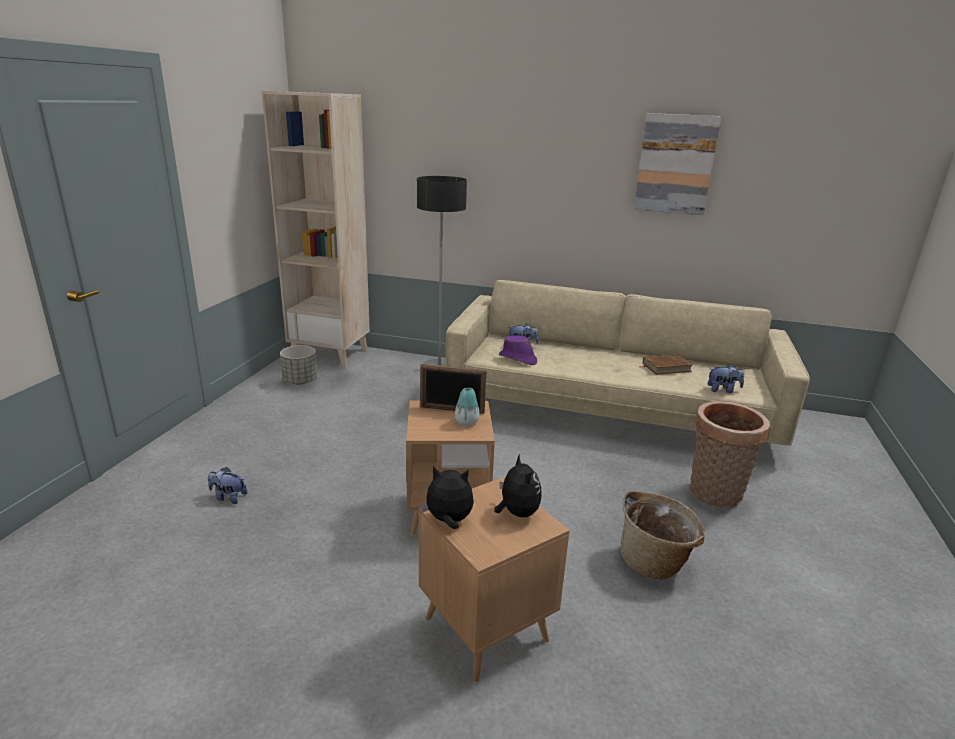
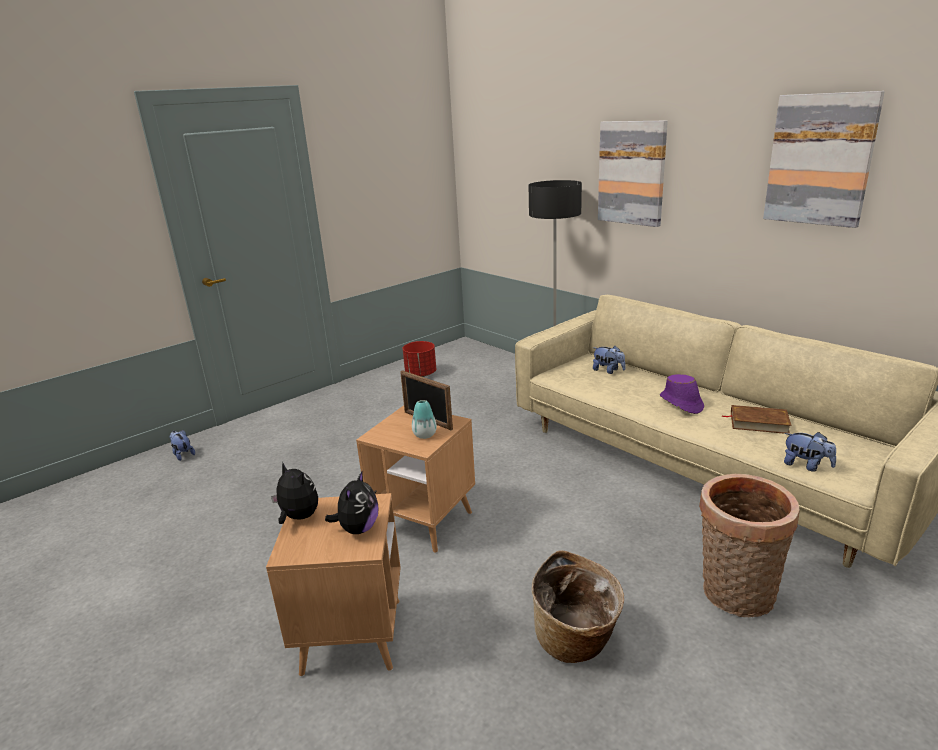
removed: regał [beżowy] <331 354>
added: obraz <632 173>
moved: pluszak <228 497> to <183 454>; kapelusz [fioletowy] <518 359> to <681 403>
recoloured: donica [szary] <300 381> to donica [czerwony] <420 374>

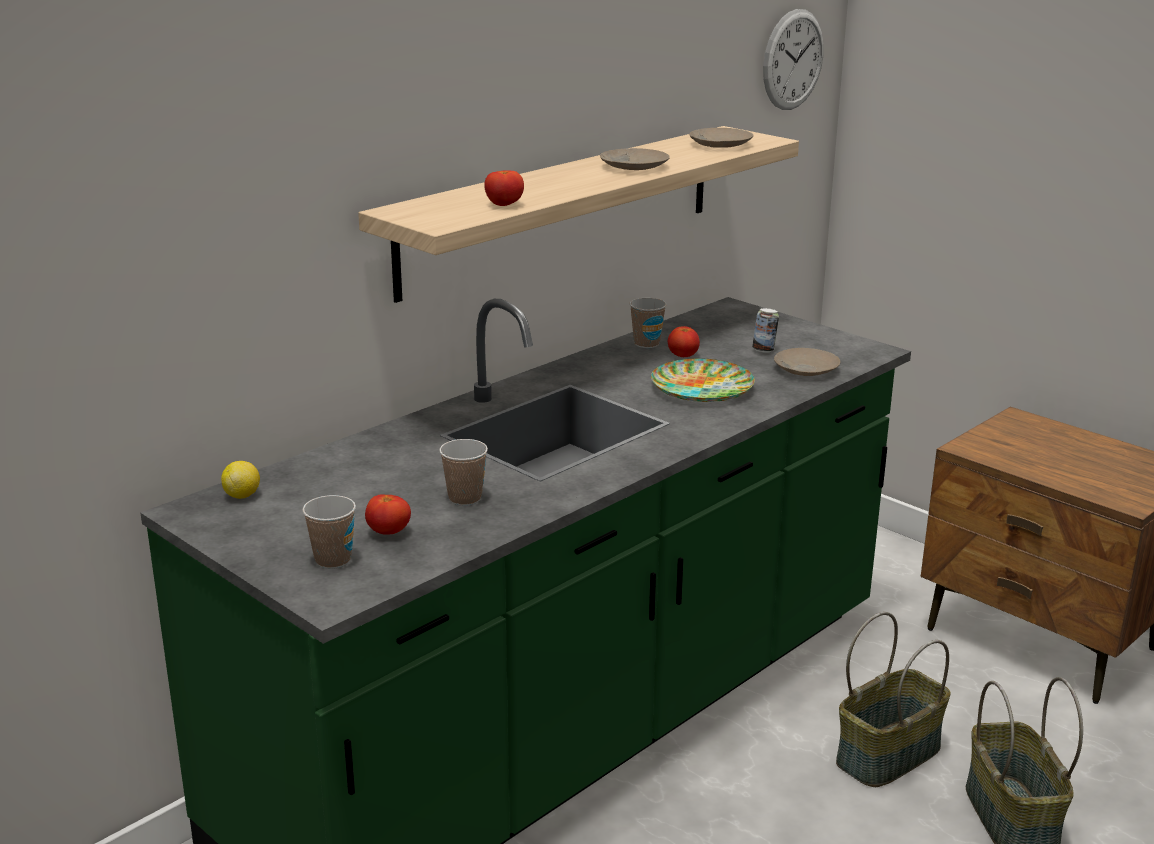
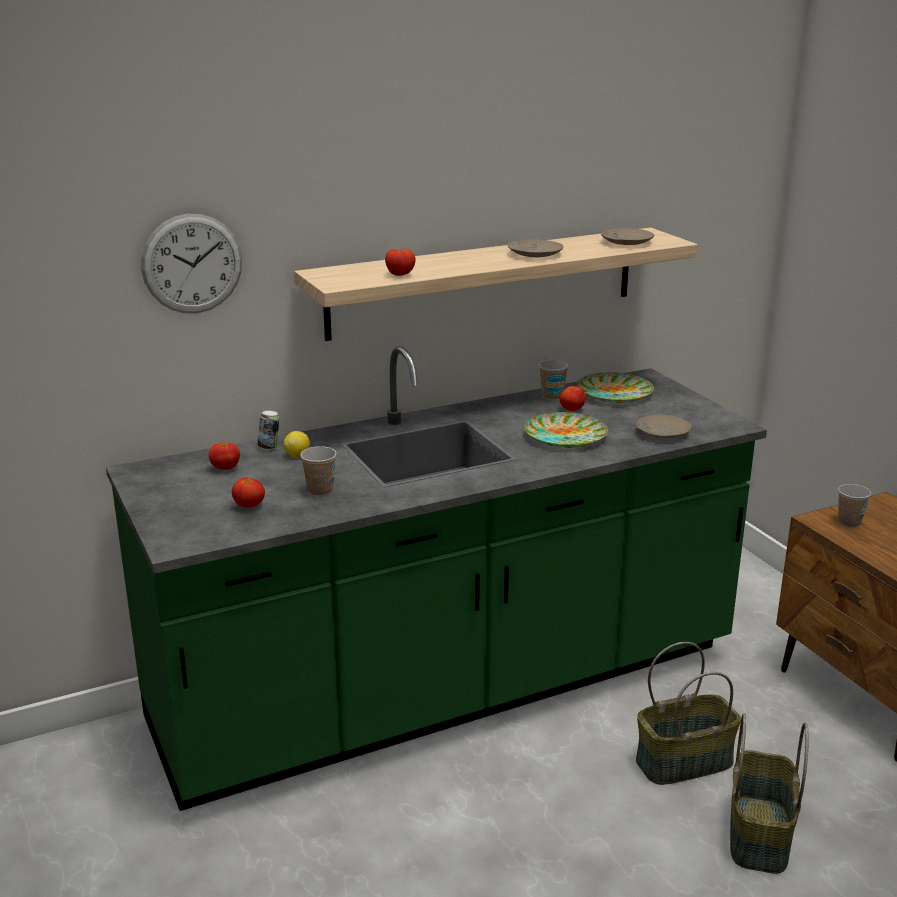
added: pomidor <225 468>; talerz <615 393>
moved: cytryna <242 495> to <297 456>; filiżanka <333 560> to <849 523>; puszka <764 350> to <269 447>; zegar ścienny <793 60> to <192 264>

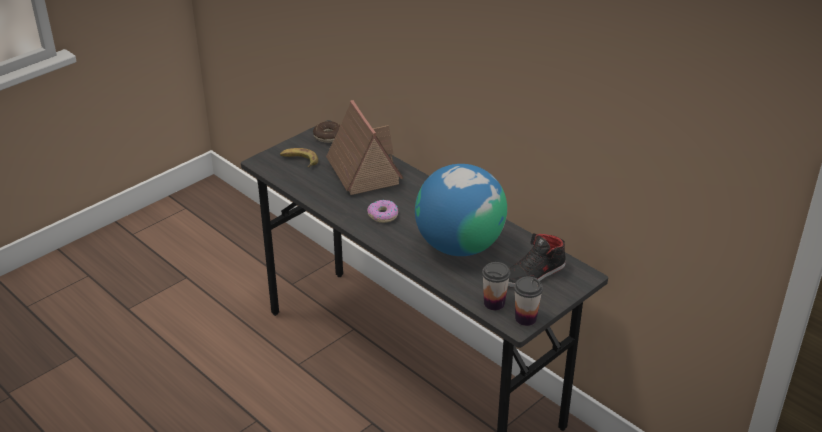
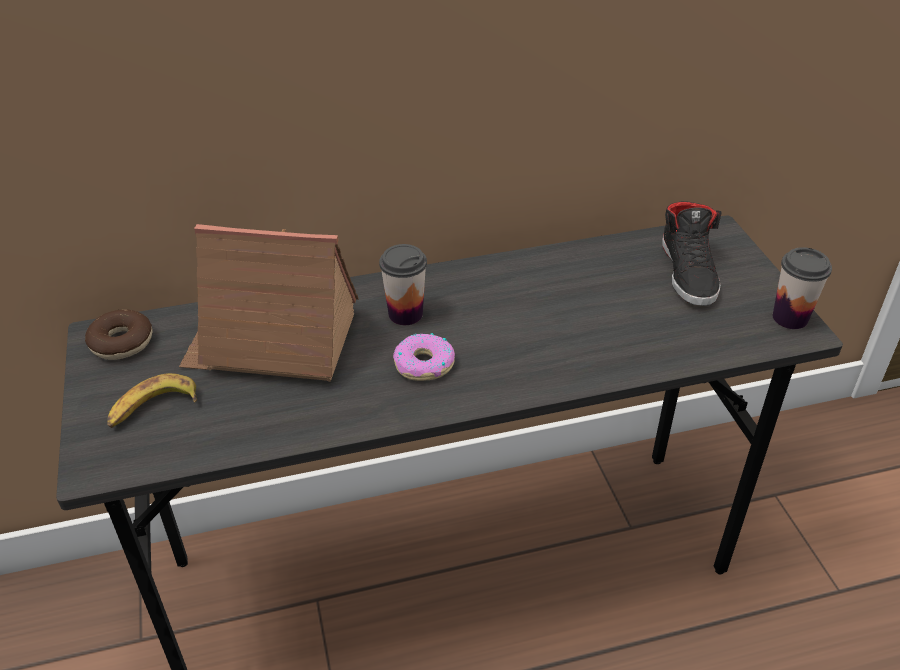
removed: globus <459 245>
moved: filiżanka <494 303> to <405 314>

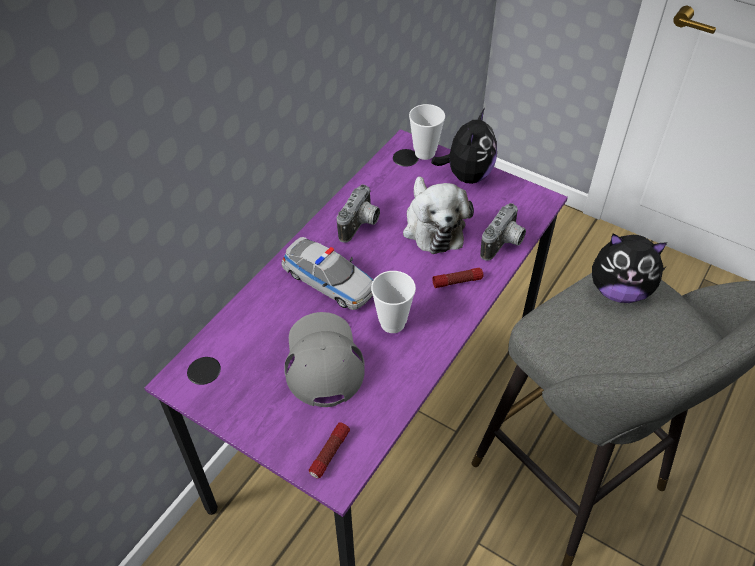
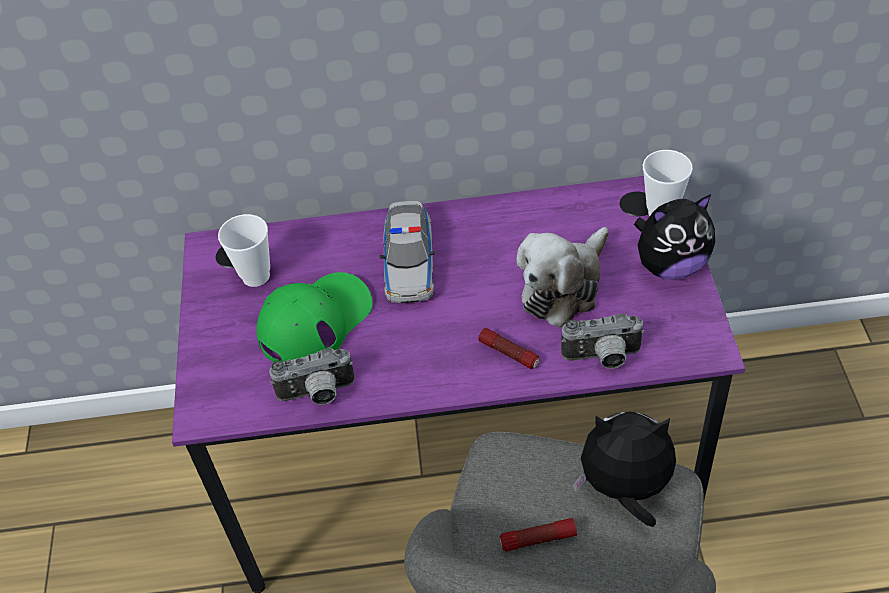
moved: latarka <329 454> to <538 539>; aparat fotograficzny <361 225> to <317 394>; filiżanka <392 323> to <256 276>
recoloured: czapka z daszkiem [szary] <323 360> to czapka z daszkiem [zielony] <315 320>
turned: pluszak <618 290> = <625 489> 120 degrees clockwise

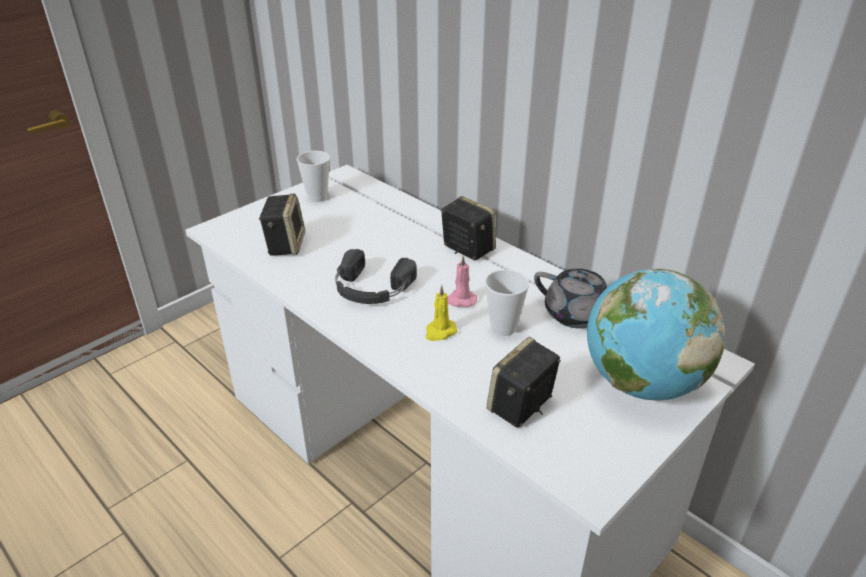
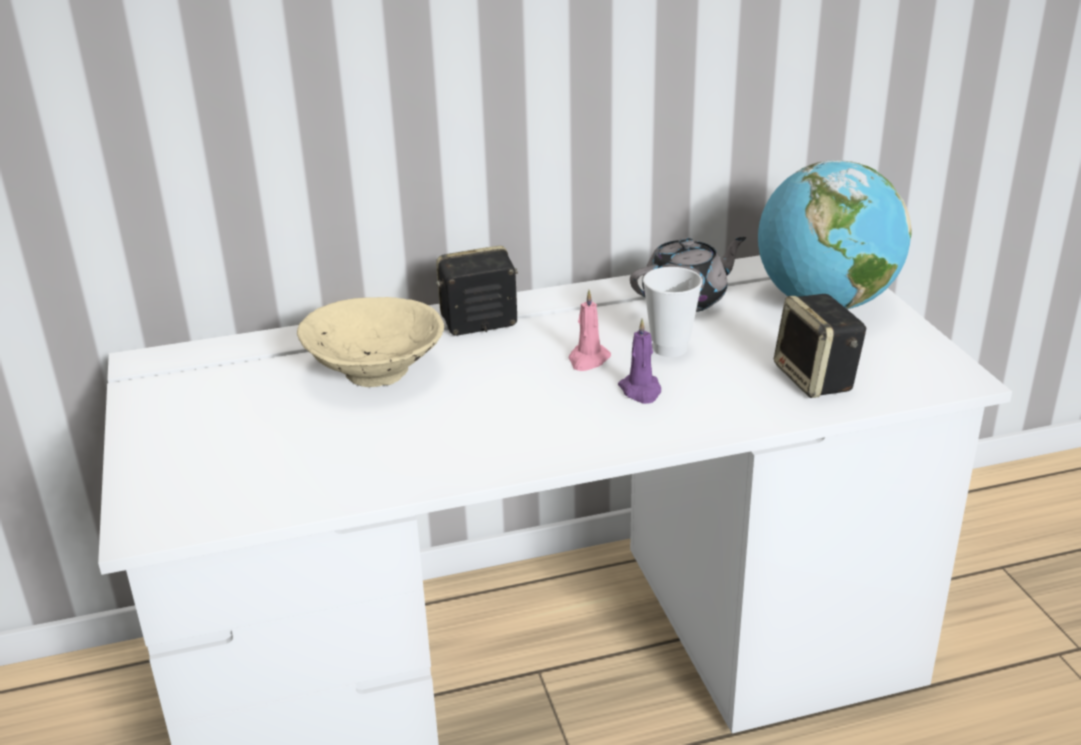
removed: głośnik <285 244>; filiżanka <317 197>; słuchawki [czarny] <371 288>
added: miska [beżowy] <374 372>
recoloured: świeca [żółty] <440 332> to świeca [fioletowy] <641 391>

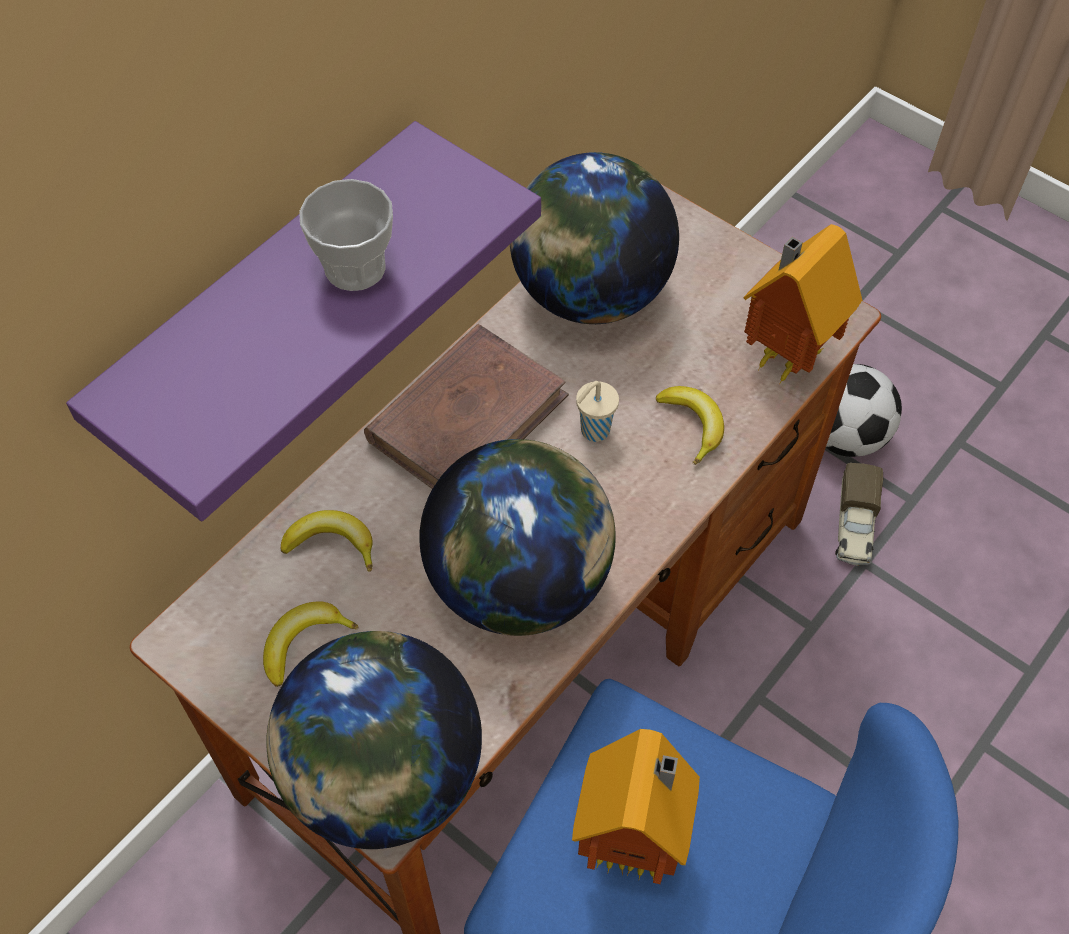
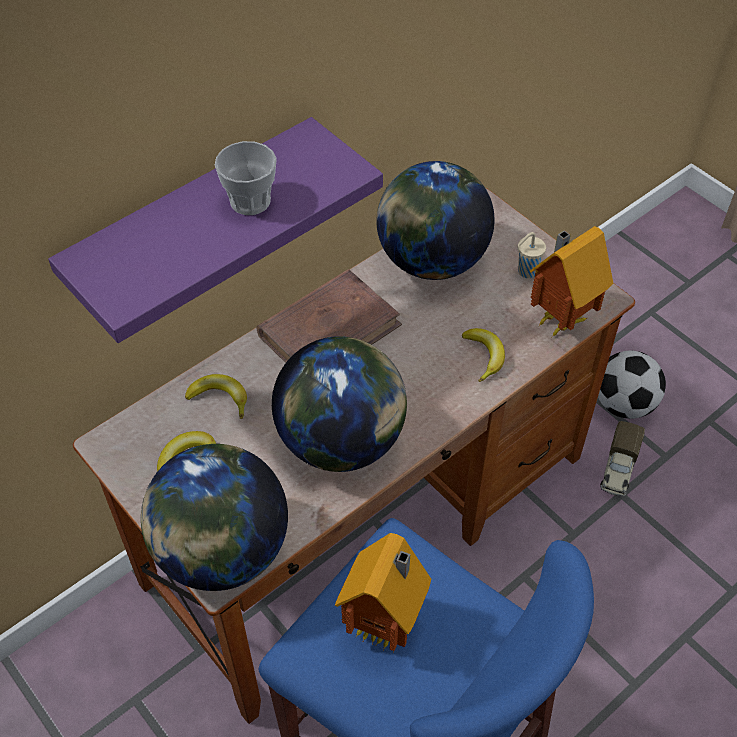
moved: filiżanka [beżowy] <593 431> to <526 272>

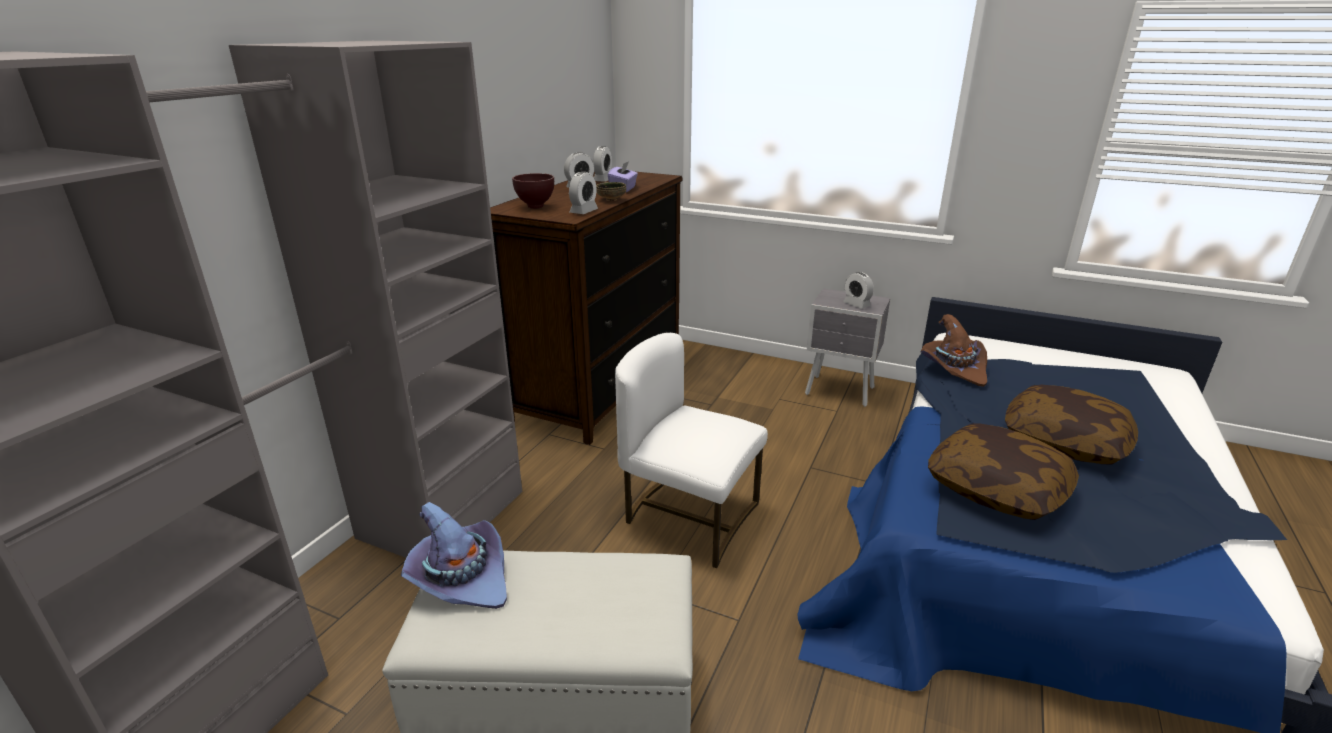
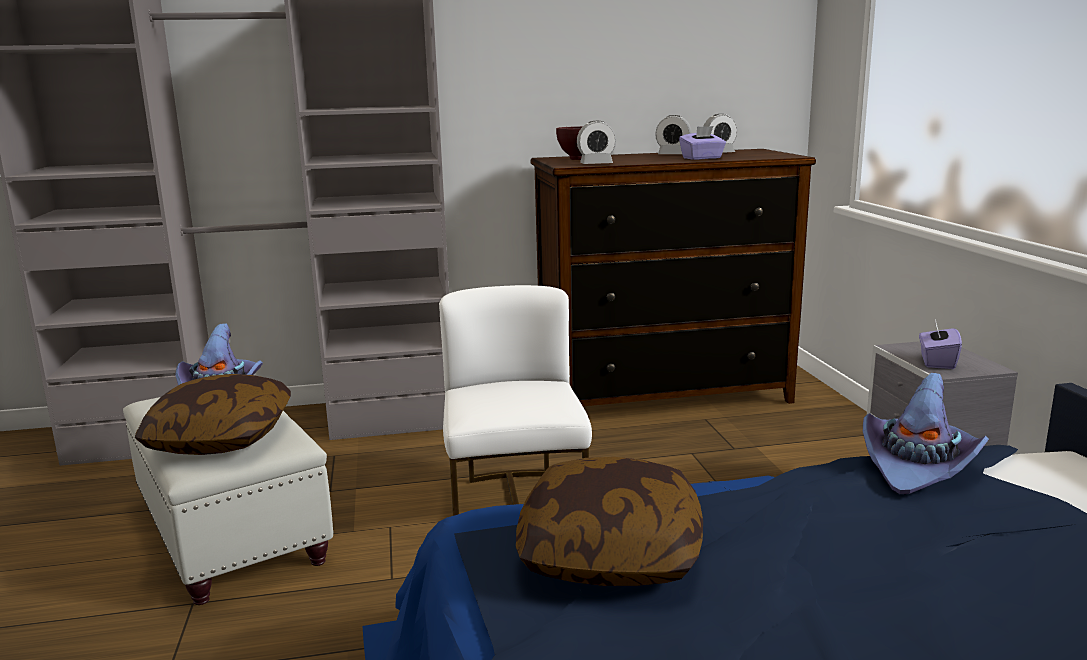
removed: miska <612 200>
moved: poduszka <1064 441> to <221 438>
replaced: budzik <856 304> to pudełko chusteczek [fioletowy] <936 362>
recoloured: kapelusz [brązowy] <954 368> to kapelusz [fioletowy] <918 465>

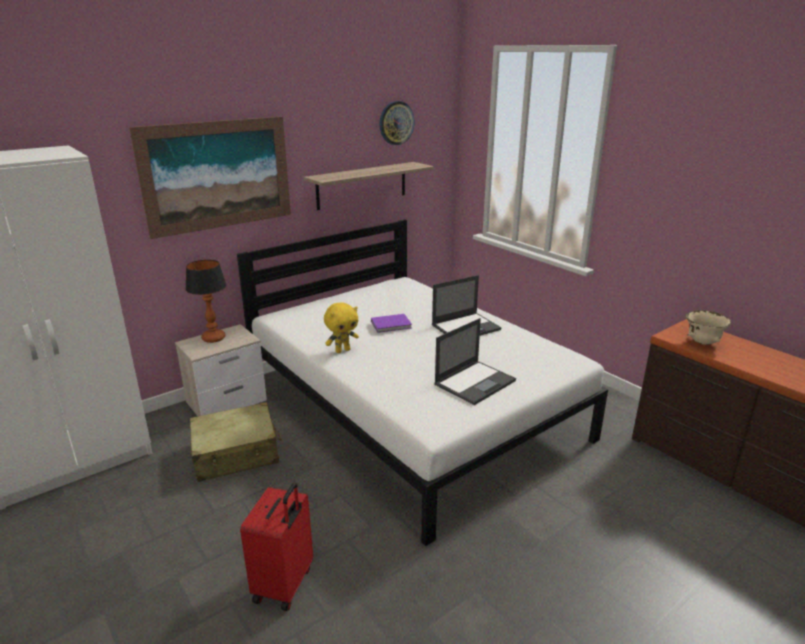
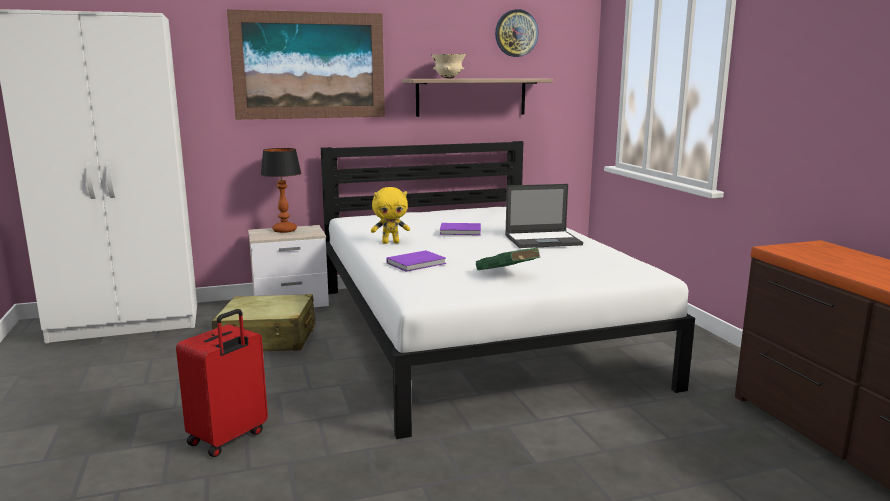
added: książka [fioletowy] <418 263>
moved: miska [beżowy] <702 342> to <448 78>
replaced: laptop <475 382> to książka [zielony] <508 275>

